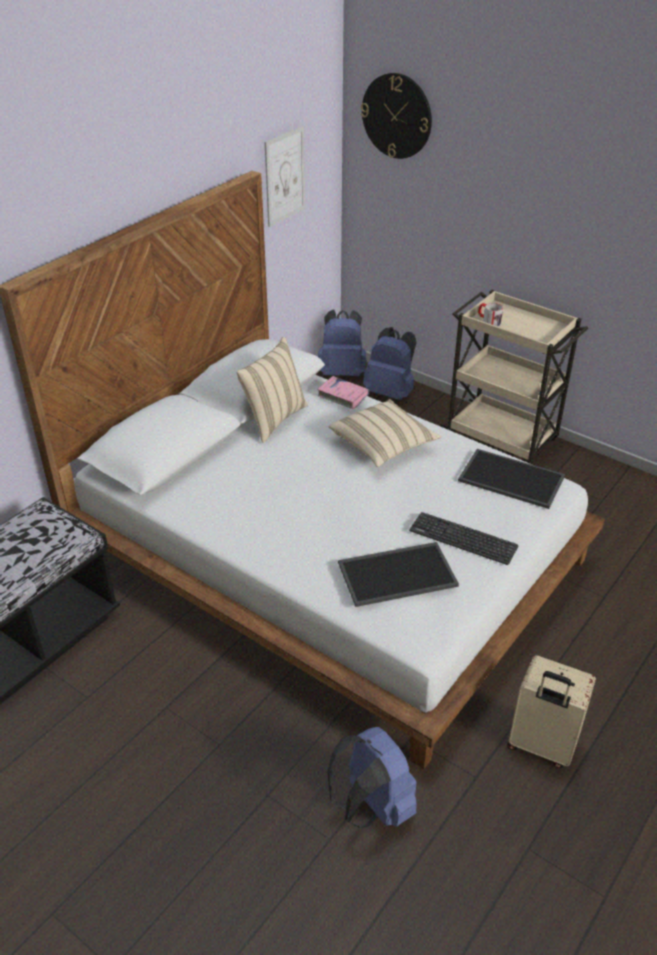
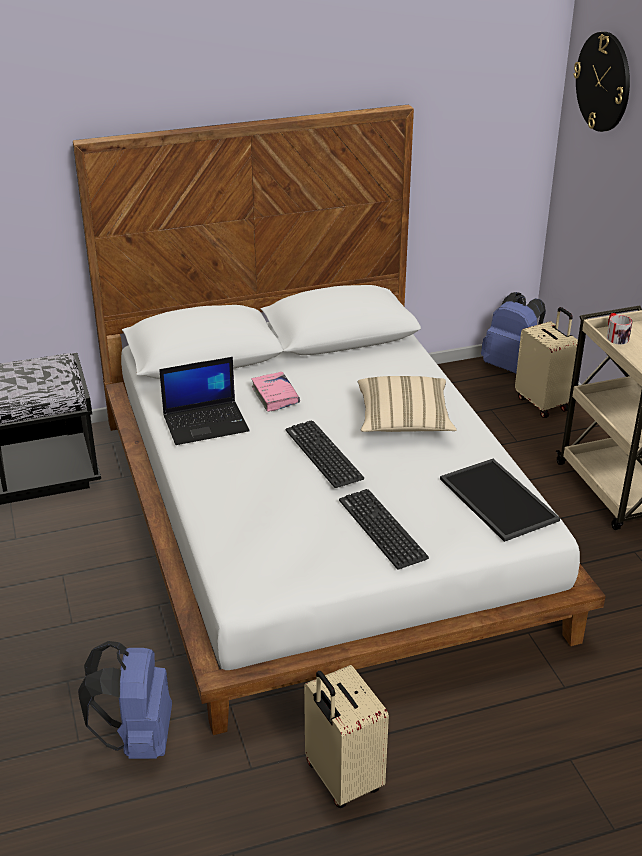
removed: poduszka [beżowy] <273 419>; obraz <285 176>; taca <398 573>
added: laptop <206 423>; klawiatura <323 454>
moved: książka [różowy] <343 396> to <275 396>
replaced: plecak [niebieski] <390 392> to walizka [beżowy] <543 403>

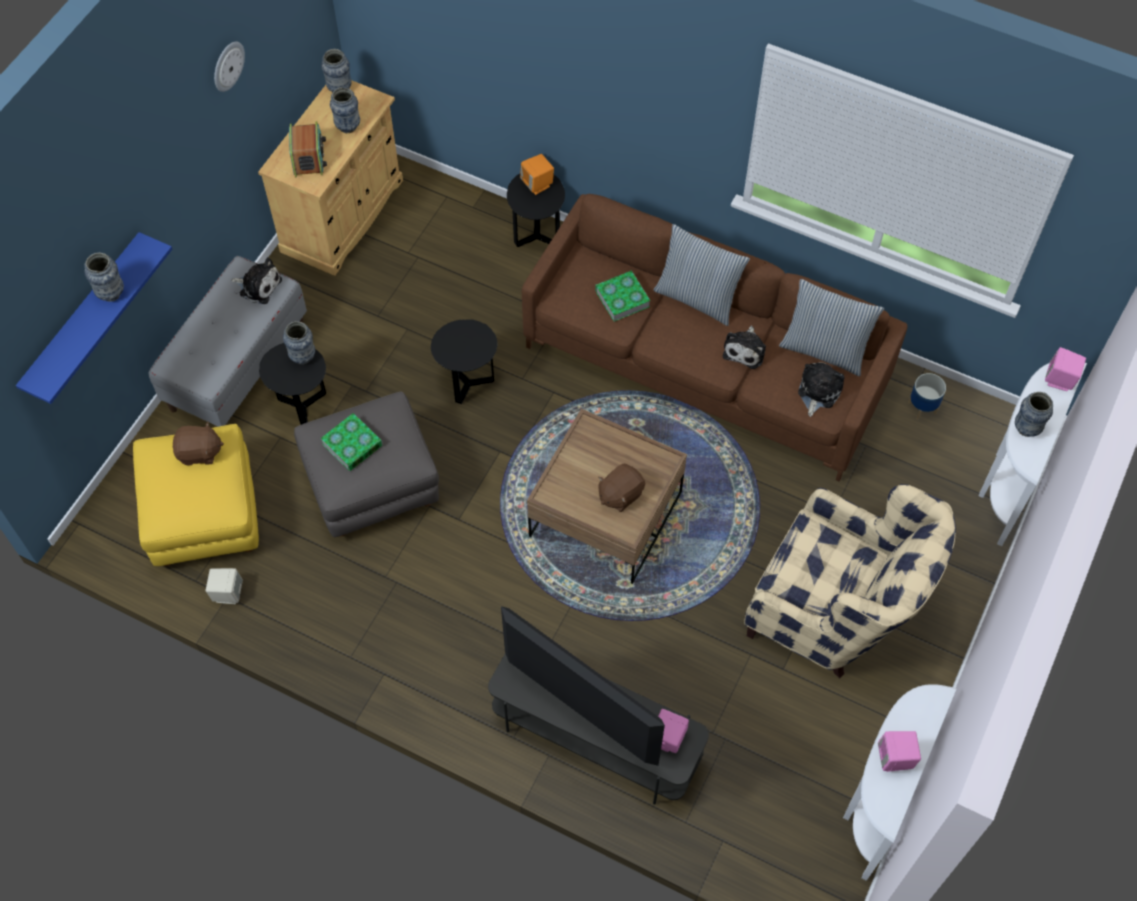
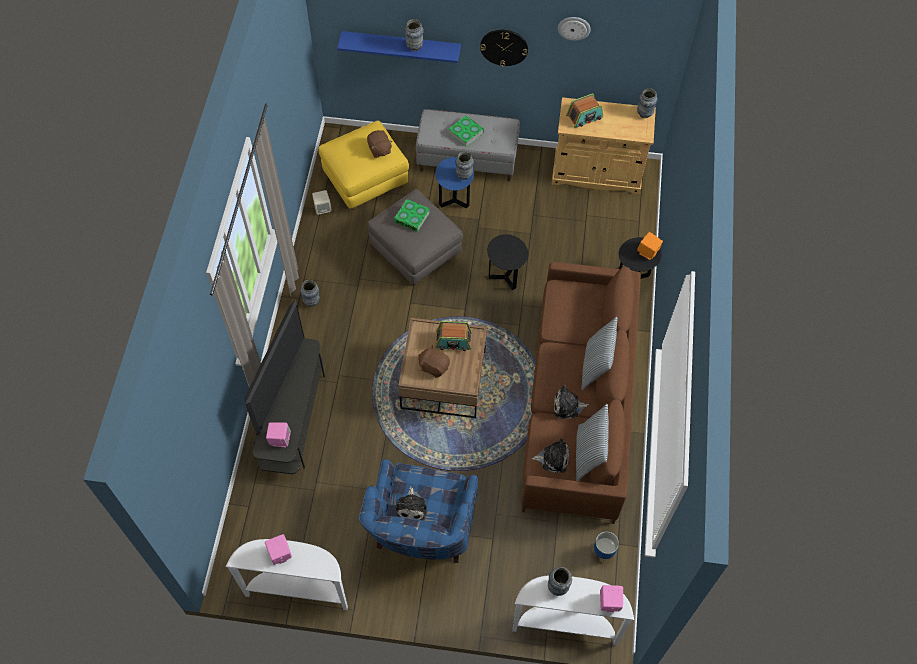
added: radio <453 341>; zegar ścienny <504 47>
moved: pluszak <258 286> to <412 507>; wazon <348 126> to <312 301>; książka <622 298> to <466 133>
recoloured: stolik [czarny] <303 406> to stolik [niebieski] <454 200>; fotel [beżowy] <835 614> to fotel [niebieski] <421 533>

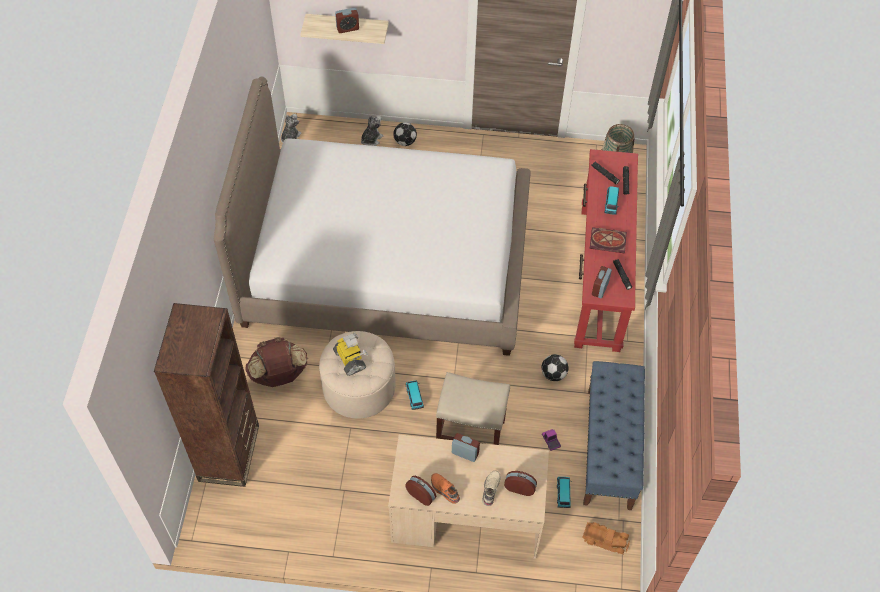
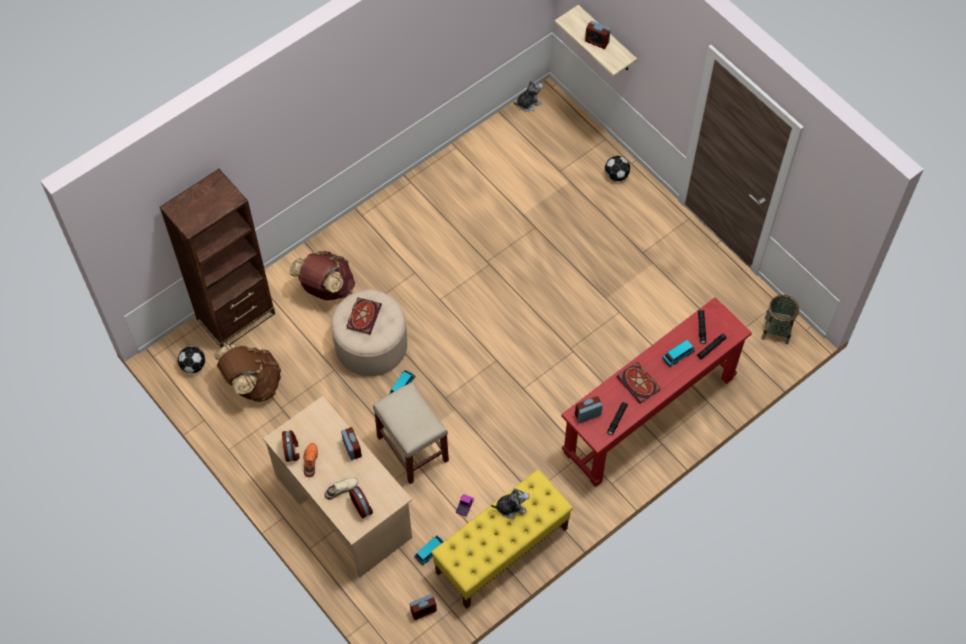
removed: łóżko <386 263>
added: plecak [brązowy] <252 383>
moved: pluszak <371 139> to <511 507>; piłka futbolowa <553 374> to <193 365>
replaced: robot zabawkowy <350 360> to książka <363 315>; ciężarówka zabawkowa <605 539> to budzik <423 610>
recoloured: ławka [niebieski] <609 449> to ławka [żółty] <501 551>

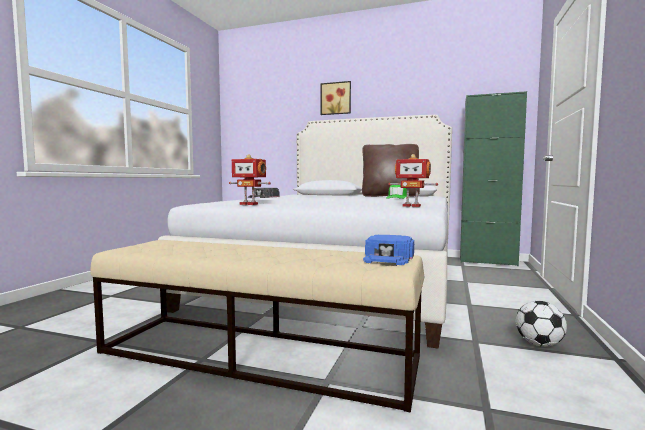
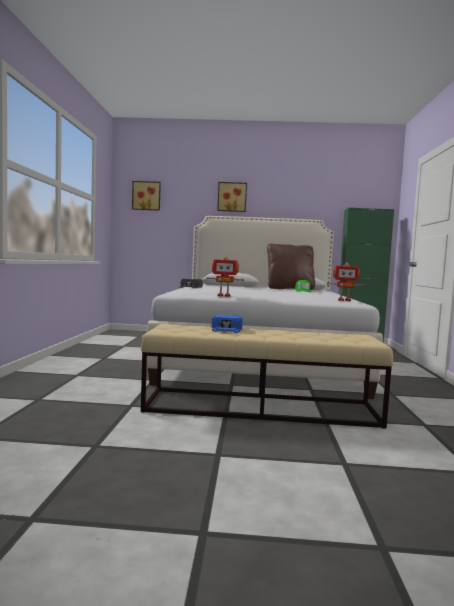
removed: piłka futbolowa <539 344>
added: obraz <146 196>
moved: czapka z daszkiem [niebieski] <389 257> to <227 329>

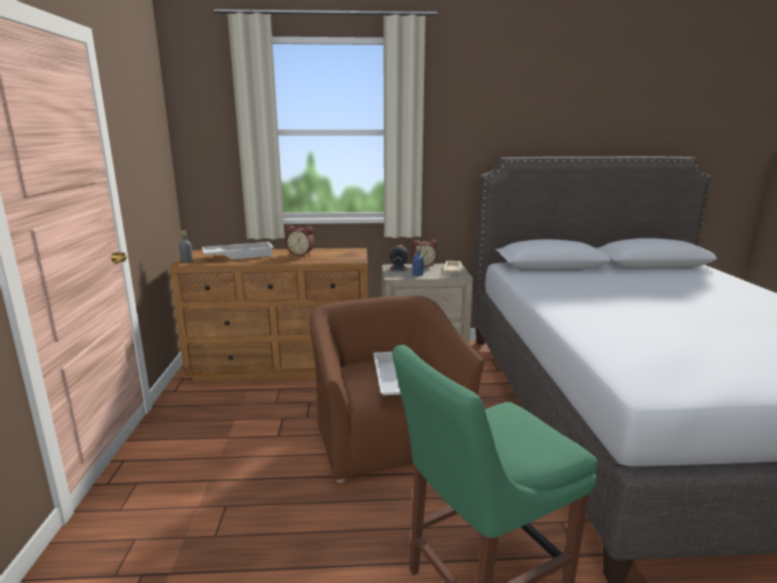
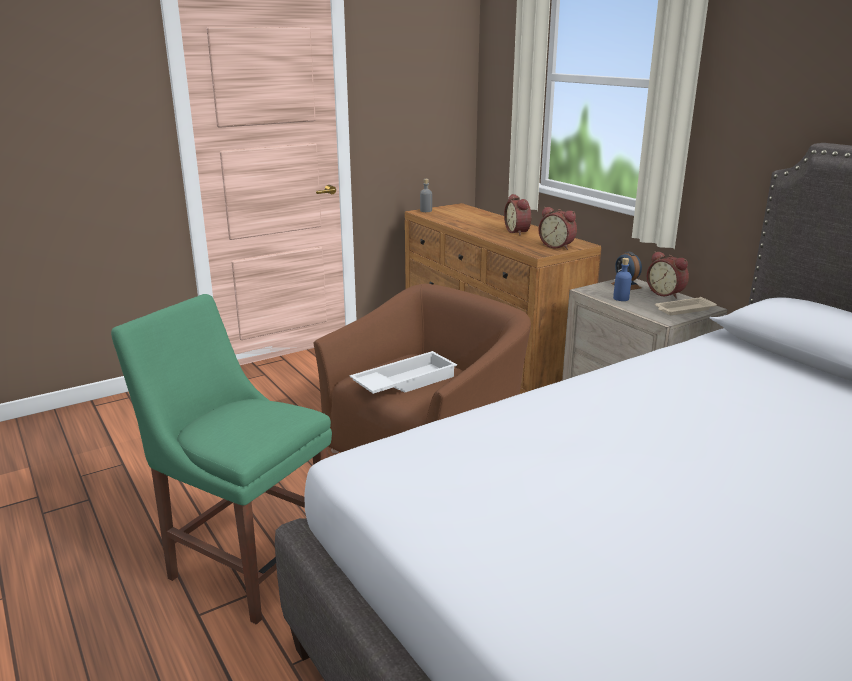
removed: taca [biały] <239 255>
added: budzik <557 246>

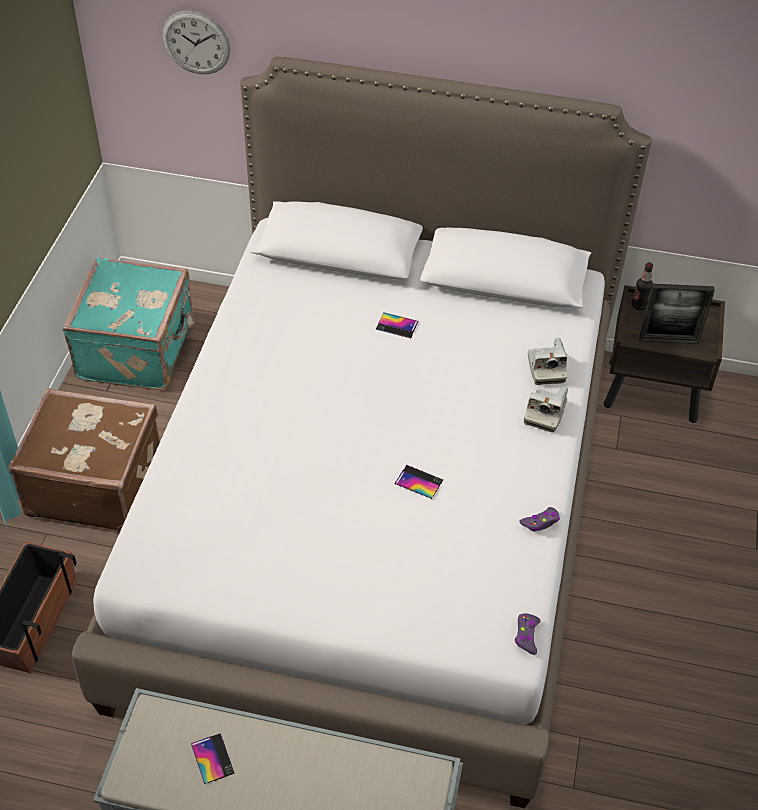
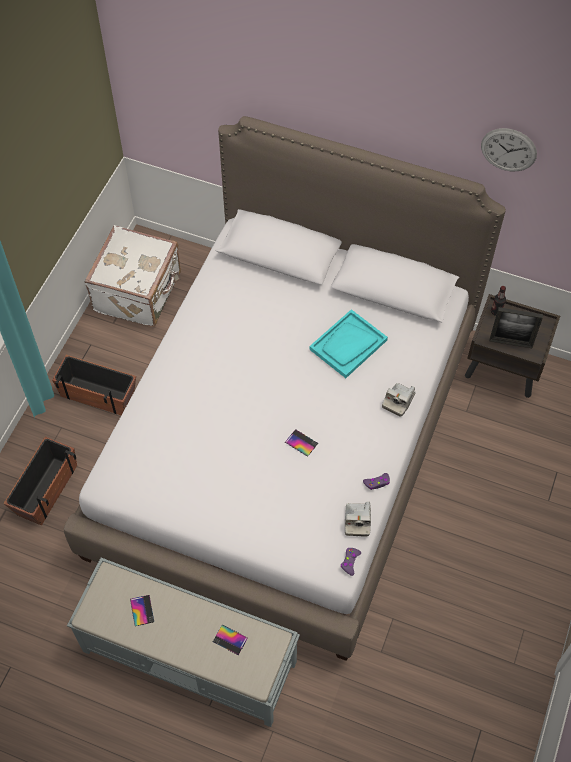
added: taca [turkusowy] <348 345>
moved: zegar ścienny <196 42> to <508 150>; telefon <397 325> to <230 639>; aparat fotograficzny <546 369> to <357 521>
replaced: walizka [brązowy] <95 484> to donica <98 394>
recoloured: walizka [turkusowy] <139 350> to walizka [biały] <139 292>

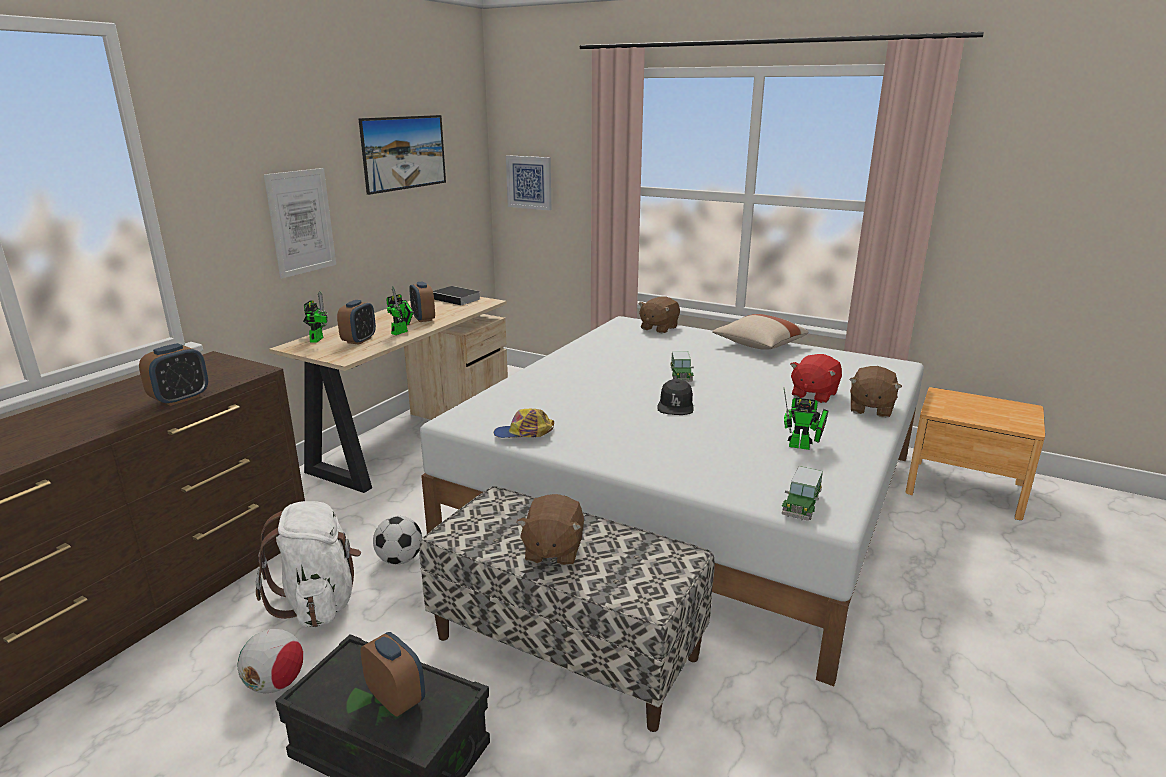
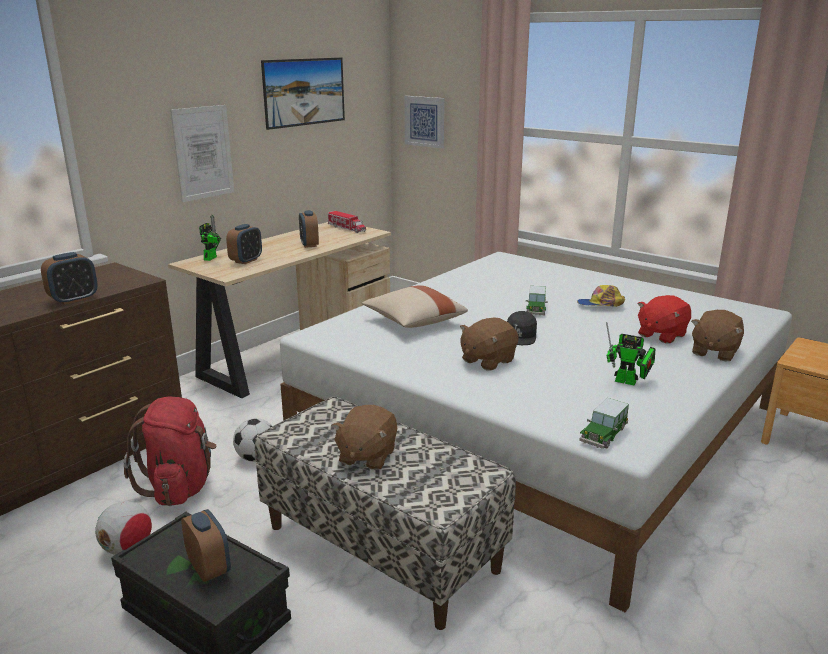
removed: robot zabawkowy <401 332>
moved: czapka z daszkiem <523 434> to <600 305>; pluszak [brązowy] <658 328> to <487 360>; poduszka [beżowy] <758 345> to <413 321>
replaced: książka <457 299> to ciężarówka zabawkowa <347 228>
recoloured: plecak [biały] <319 602> to plecak [czerwony] <180 487>

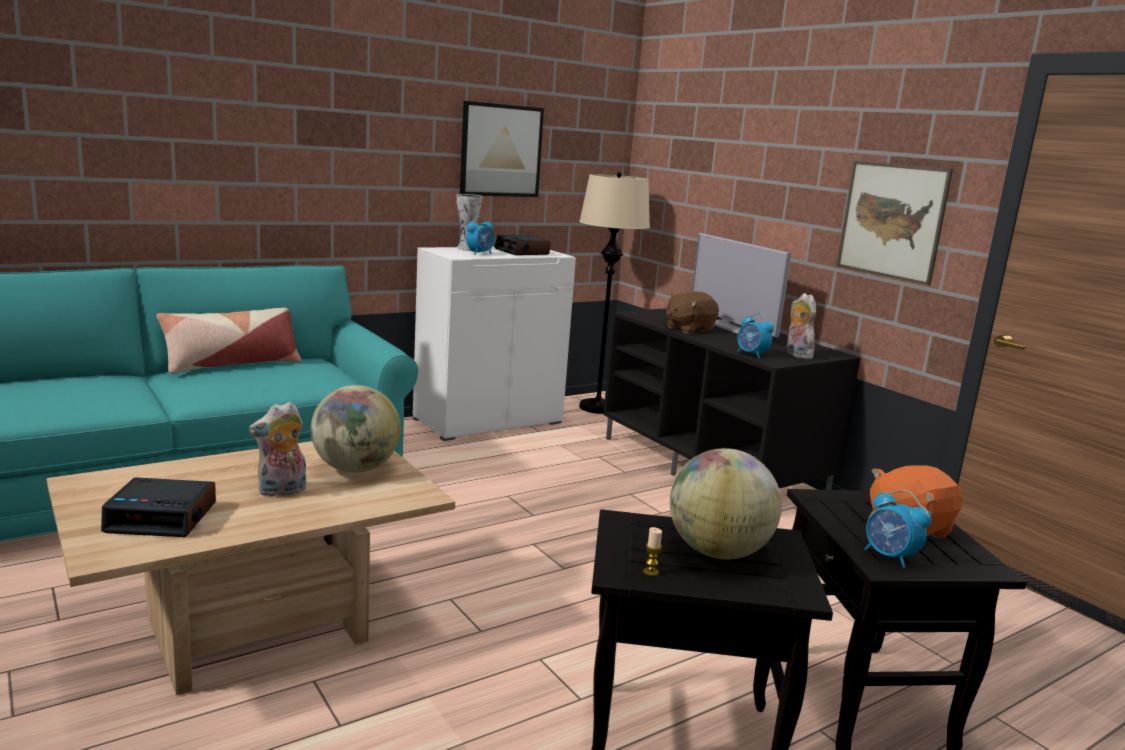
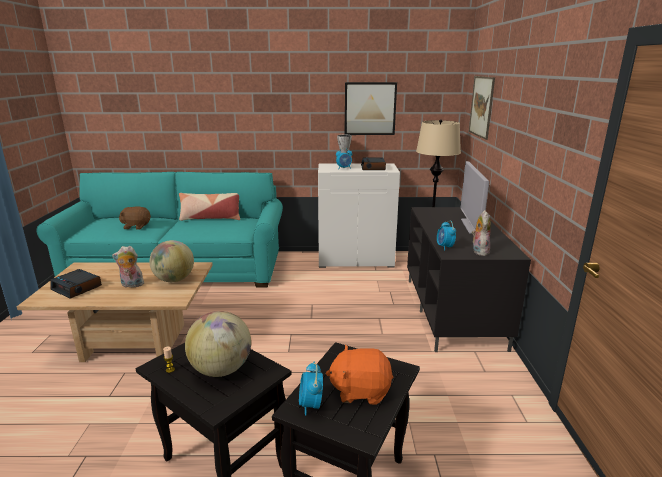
moved: pluszak [brązowy] <688 329> to <136 226>; obraz <891 221> to <481 106>

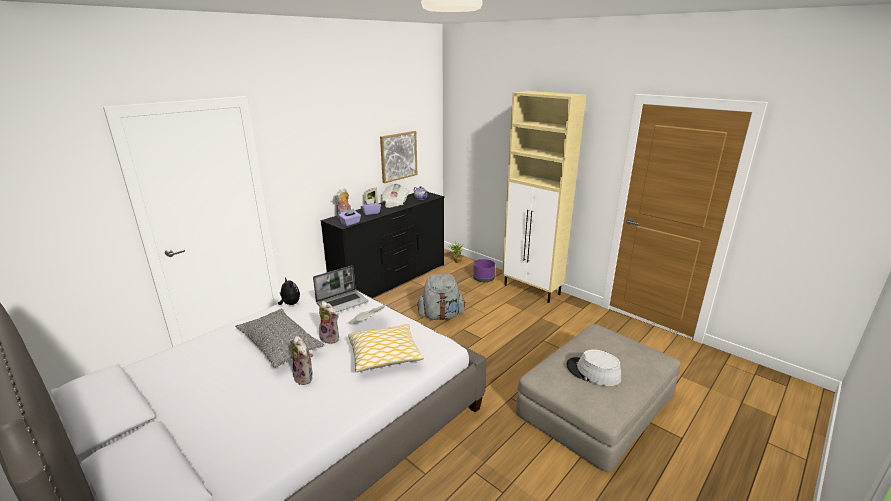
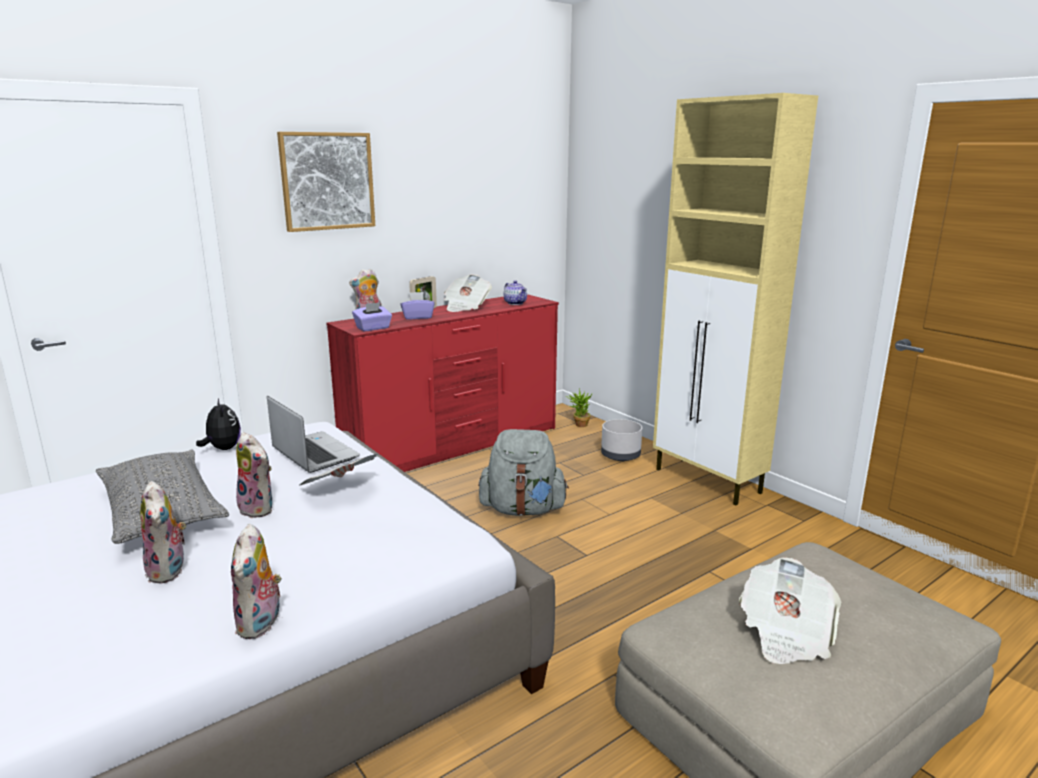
removed: poduszka <384 355>
added: pluszak <261 624>
moved: obraz <398 156> to <327 181>
replaced: kapelusz [szary] <593 372> to gazeta <785 634>
recoloured: komoda [czarny] <391 280> to komoda [czerwony] <454 446>; donica [fioletowy] <483 279> to donica [szary] <620 456>
turned: laptop <342 303> = <313 453> 105 degrees counterclockwise

